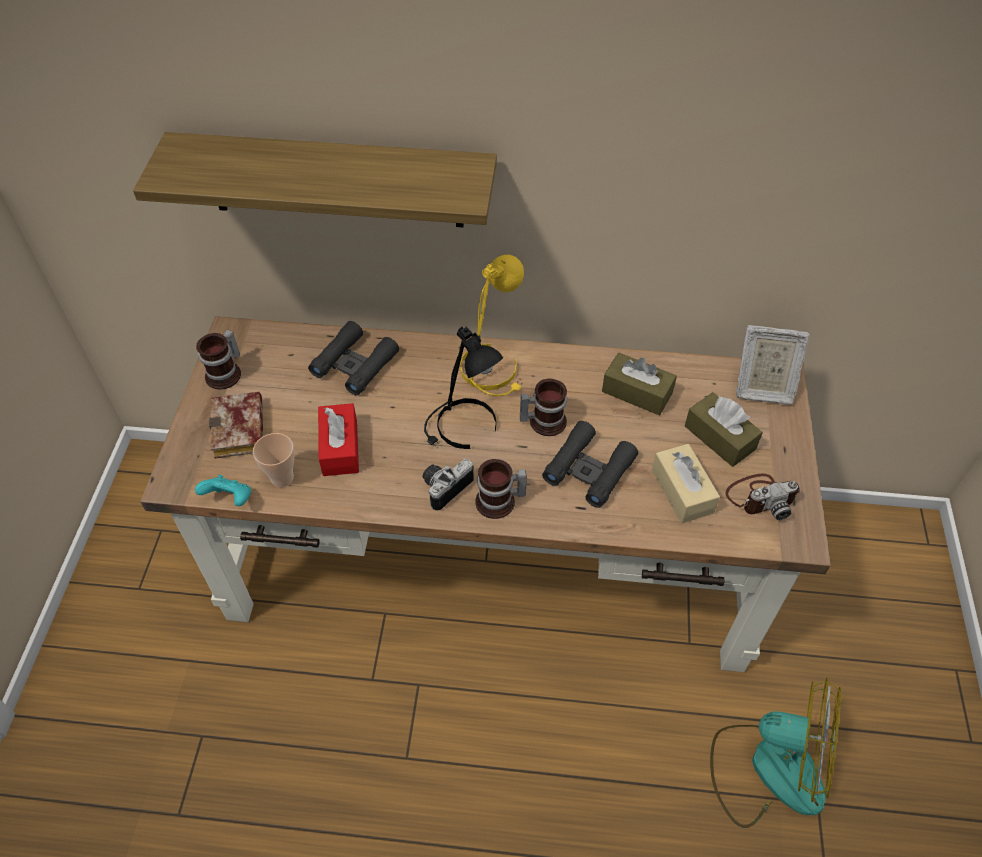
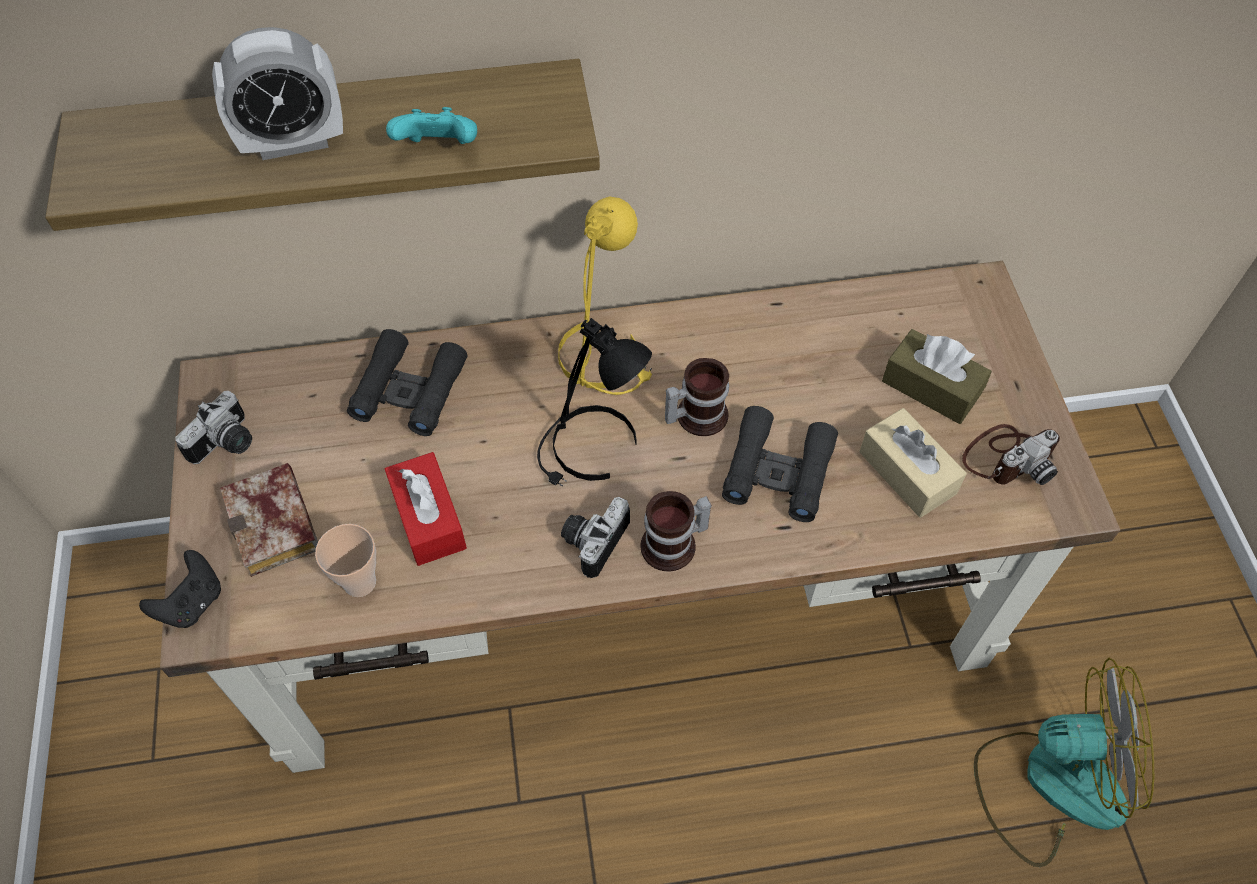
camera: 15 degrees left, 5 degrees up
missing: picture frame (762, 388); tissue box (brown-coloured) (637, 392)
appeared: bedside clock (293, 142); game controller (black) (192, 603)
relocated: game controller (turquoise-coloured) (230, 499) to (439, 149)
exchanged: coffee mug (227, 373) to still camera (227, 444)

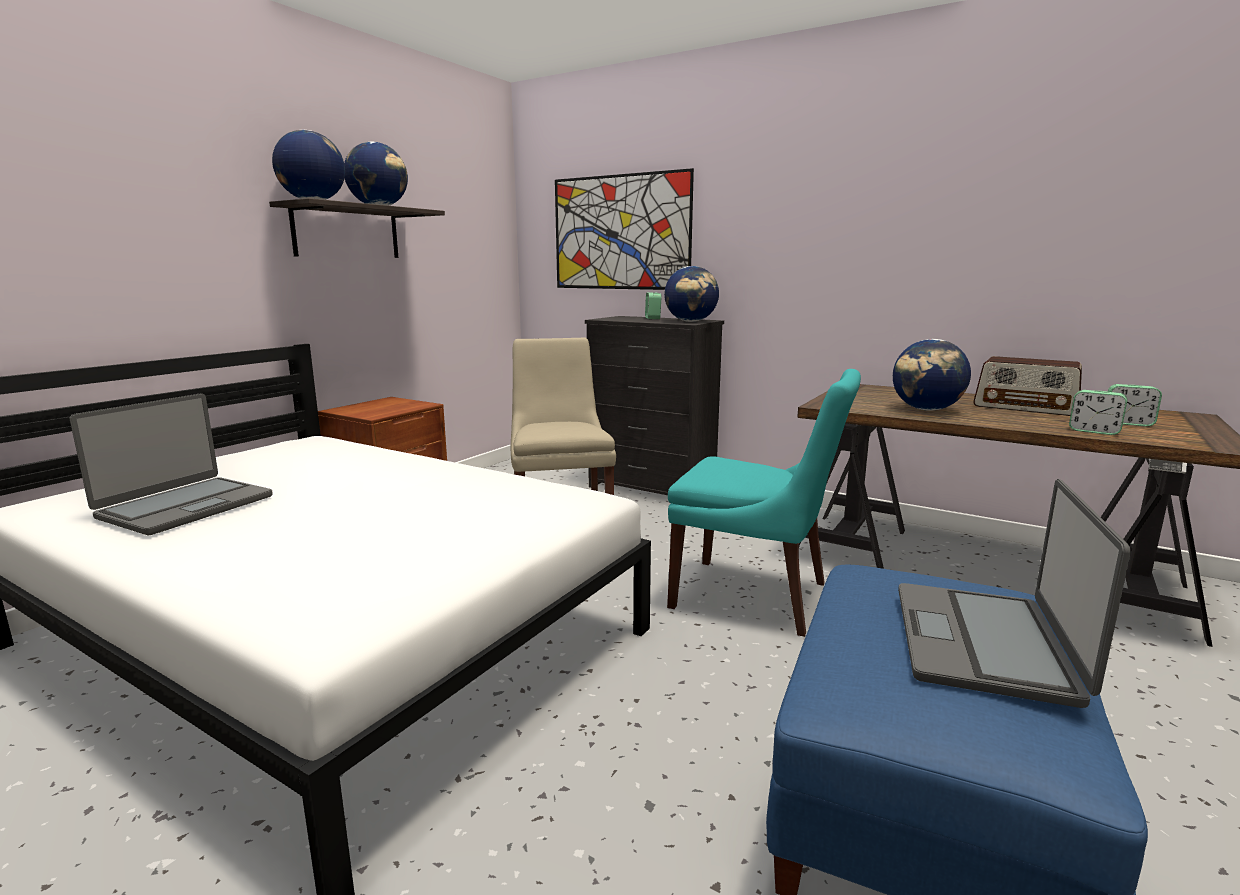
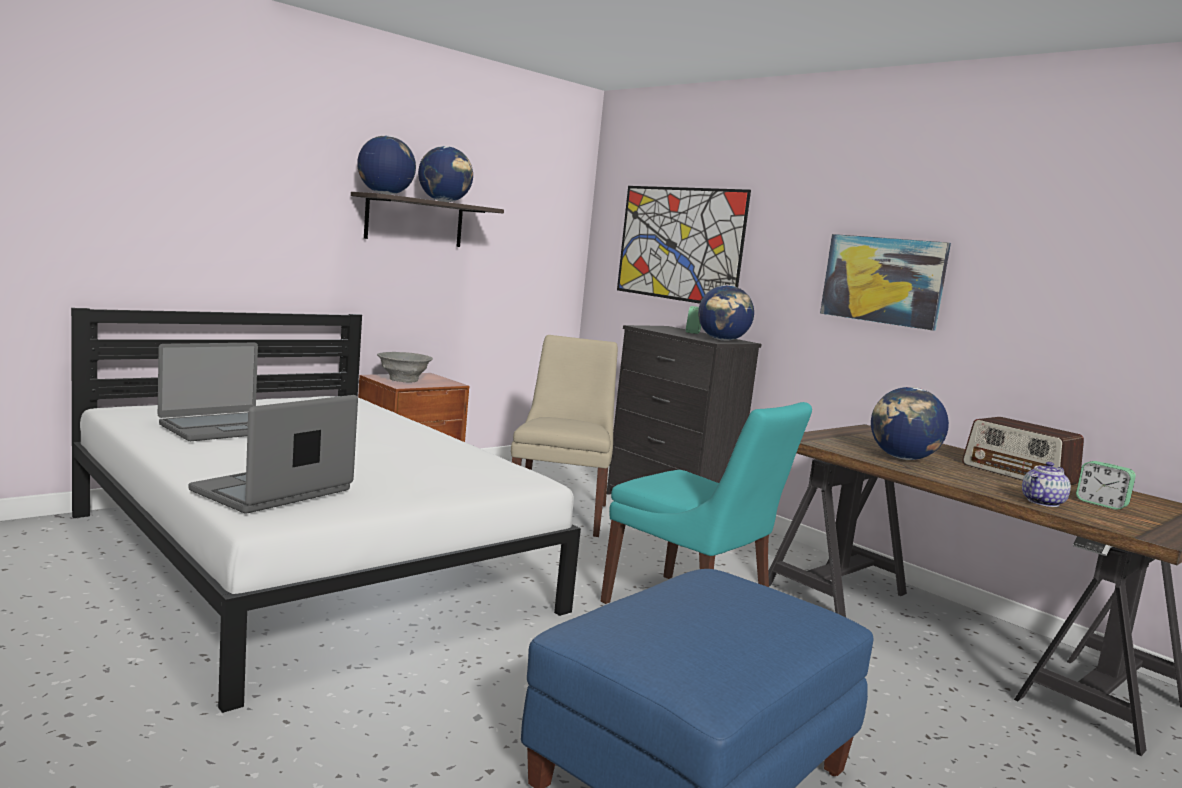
camera: 15 degrees right, 5 degrees down
appeared: picture (883, 280); deep dish (grey) (403, 380)
relocated: portable computer (985, 643) to (274, 491)
exchanged: bedside clock (1094, 431) to tea pot (1043, 502)

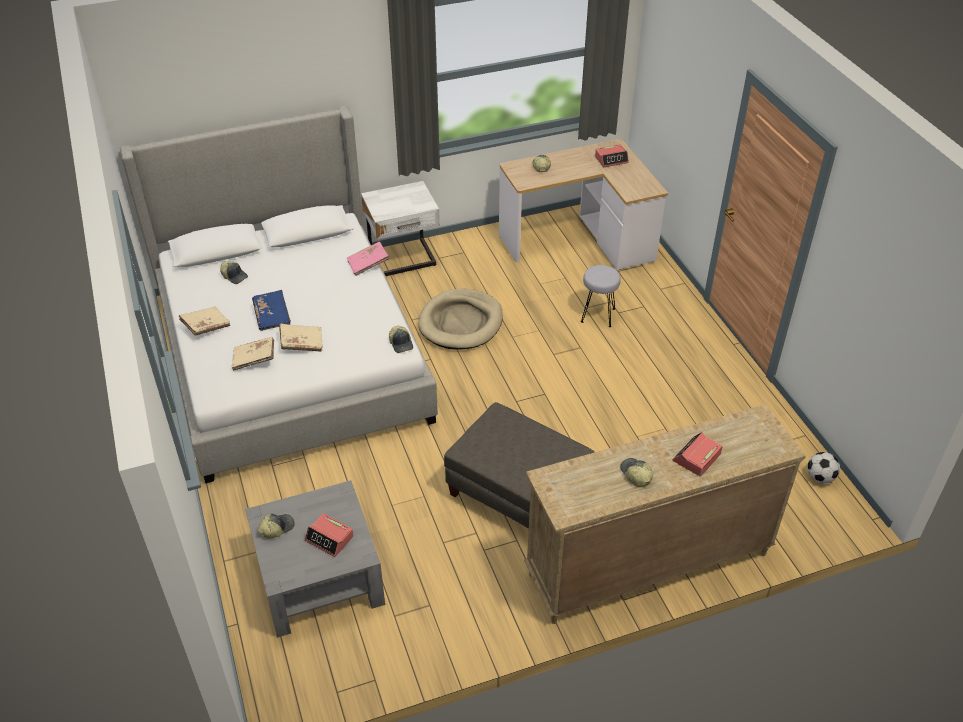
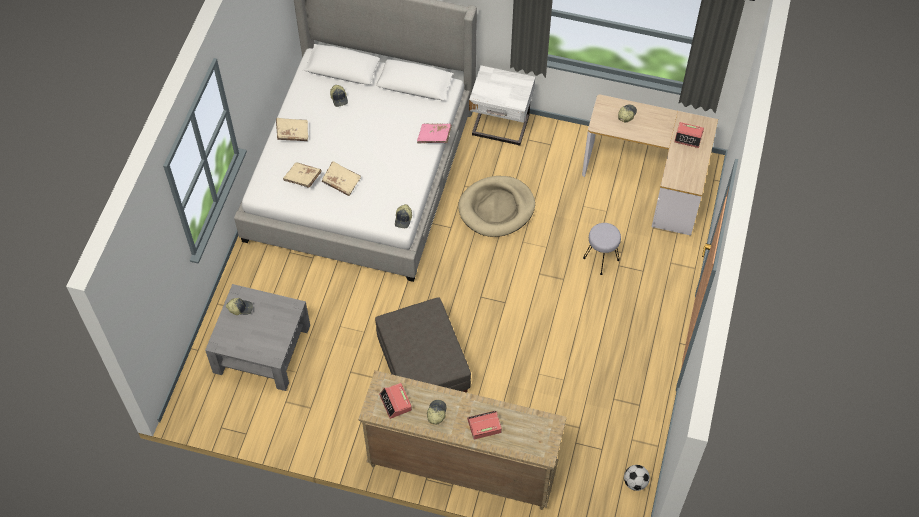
camera: 35 degrees right, 15 degrees up
missing: book (blue) (272, 316)
relocated: bedside clock (329, 538) to (395, 402)

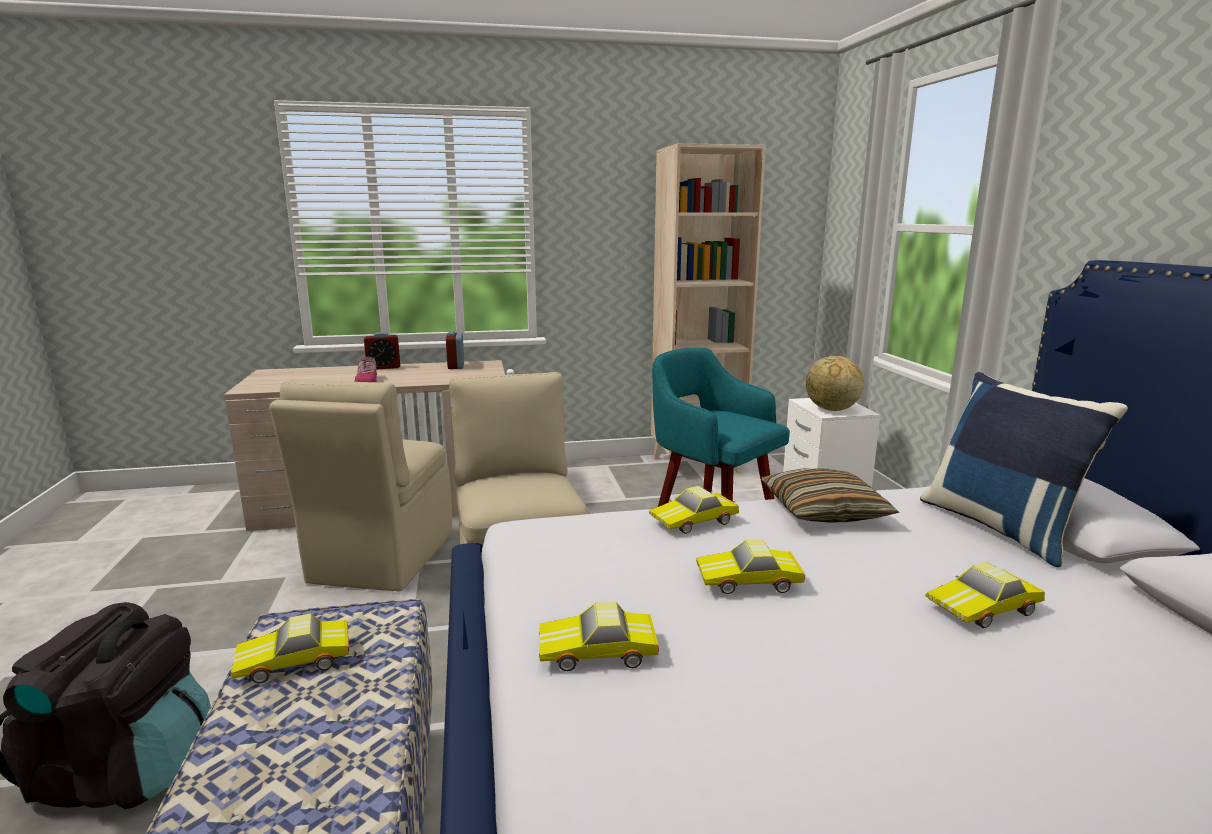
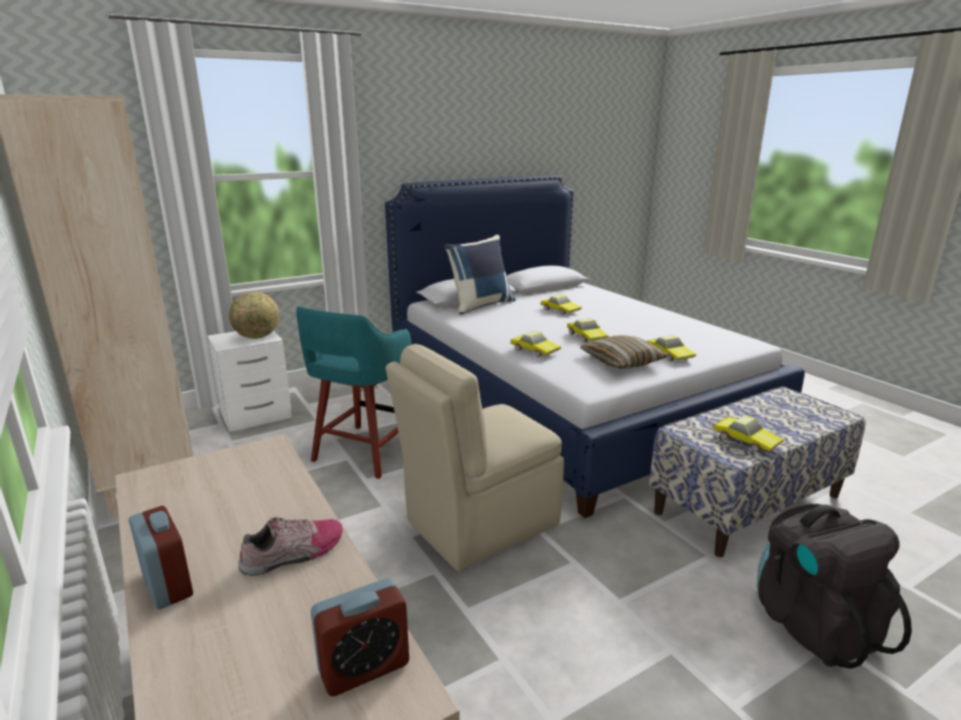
camera: 110 degrees left, 5 degrees up
missing: upright chair (beige-coloured) (381, 558)
relocated: bedside clock (456, 366) to (364, 667); throw pillow (823, 511) to (622, 361)

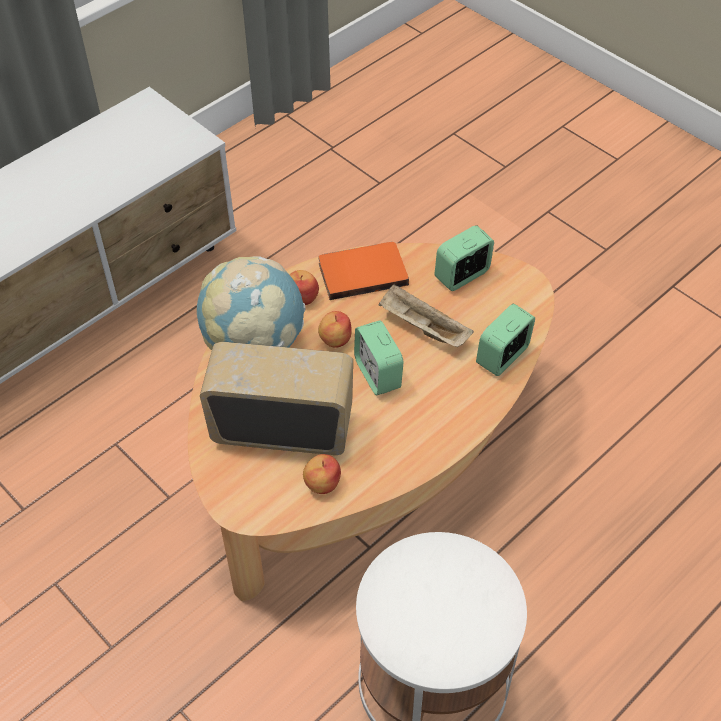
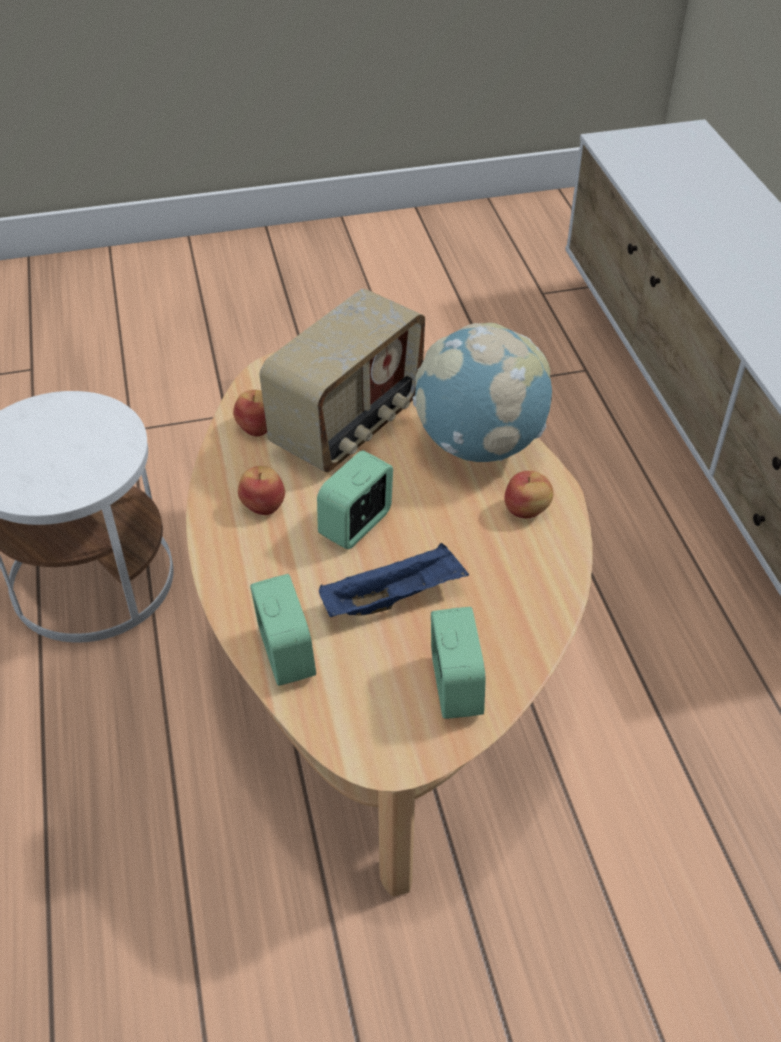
camera: 120 degrees right, 5 degrees down
missing: book (orangey) (362, 271)
relocated: apple fruit (335, 339) to (263, 504)
colour: carrying tray (beige-coloured) (422, 328) to carrying tray (blue) (394, 597)
spun: bedside clock (378, 374) = (356, 525) 60 degrees counterclockwise

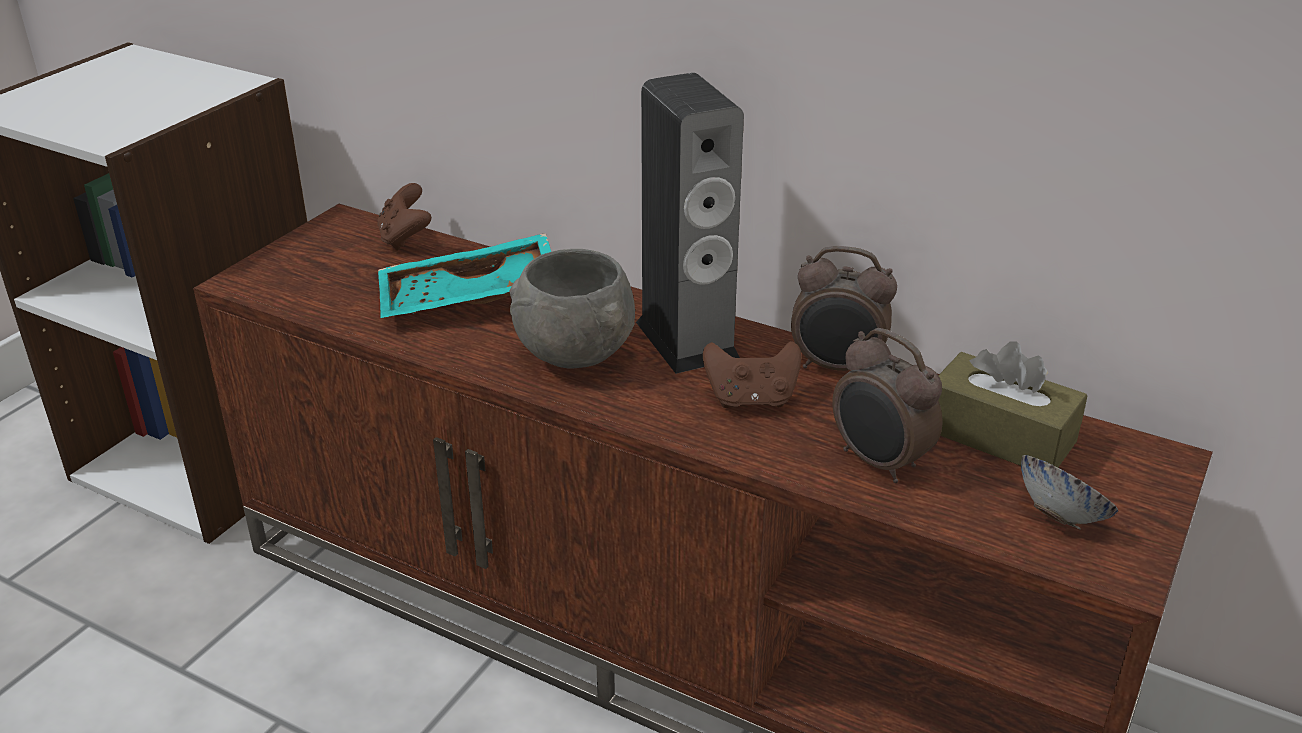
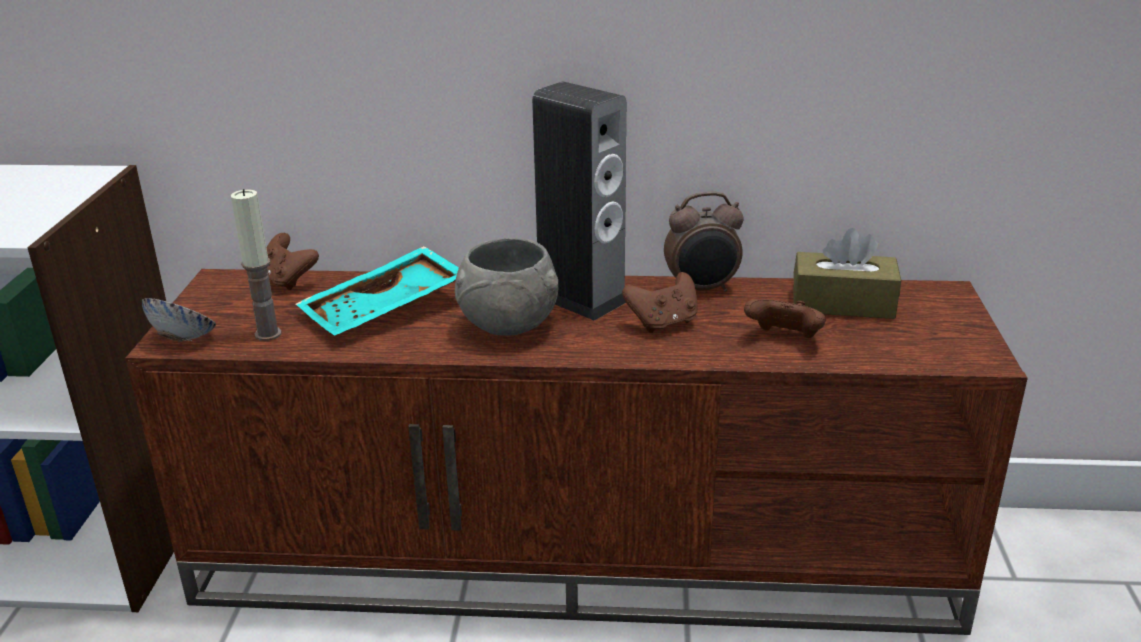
camera: 25 degrees left, 5 degrees down
appeared: wax light (268, 334)
relocated: deep dish (1060, 517) to (183, 339)
exchanged: bedside clock (878, 463) to game controller (brown-coloured) (784, 339)

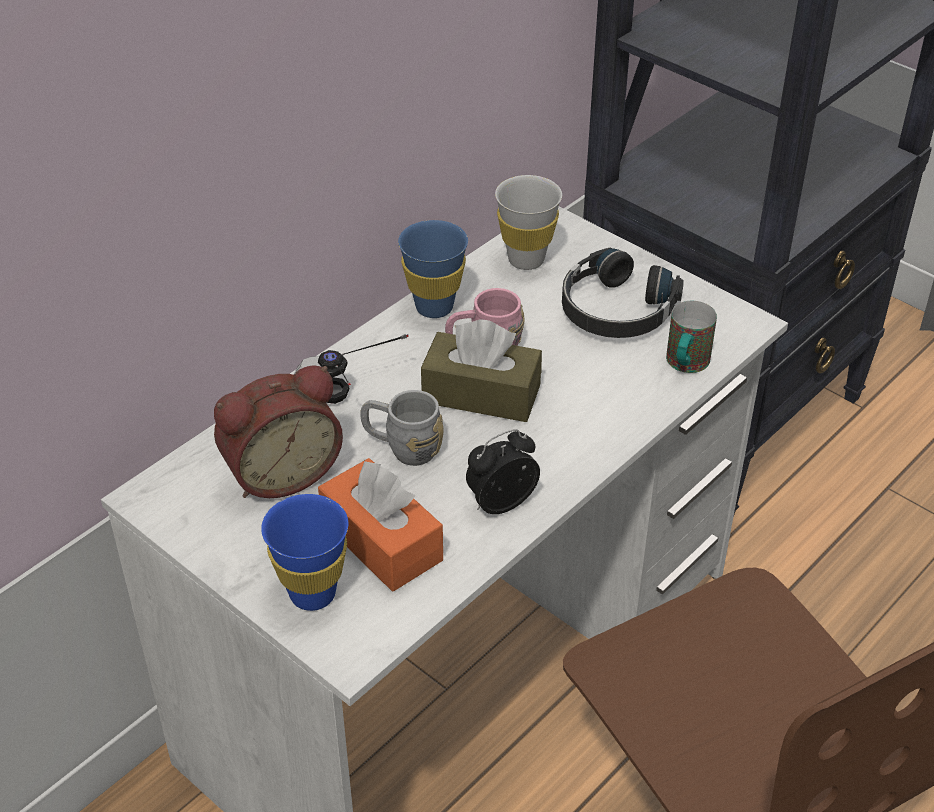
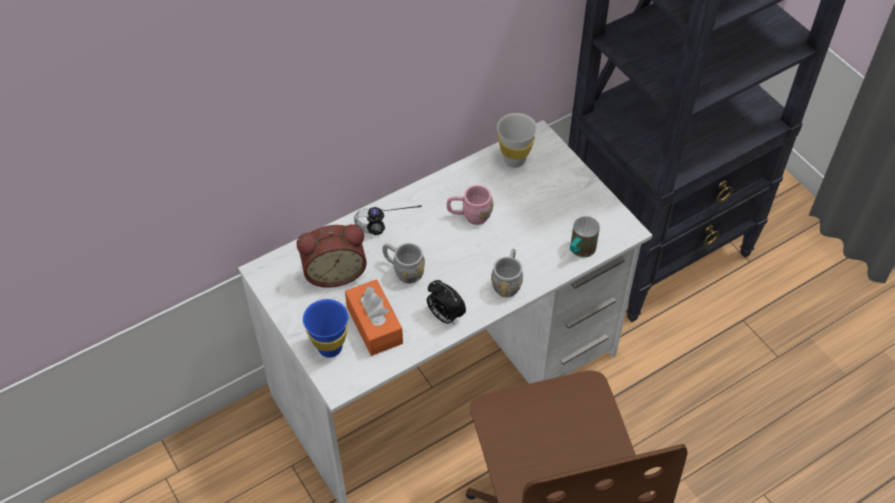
camera: 15 degrees right, 10 degrees up
missing: cup (blue) (434, 307); pair of headphones (black) (615, 310); tissue box (brown-coloured) (481, 394)
appeared: coffee mug (grey) (508, 282)
spun: bedside clock (501, 502) = (445, 316) 120 degrees counterclockwise

